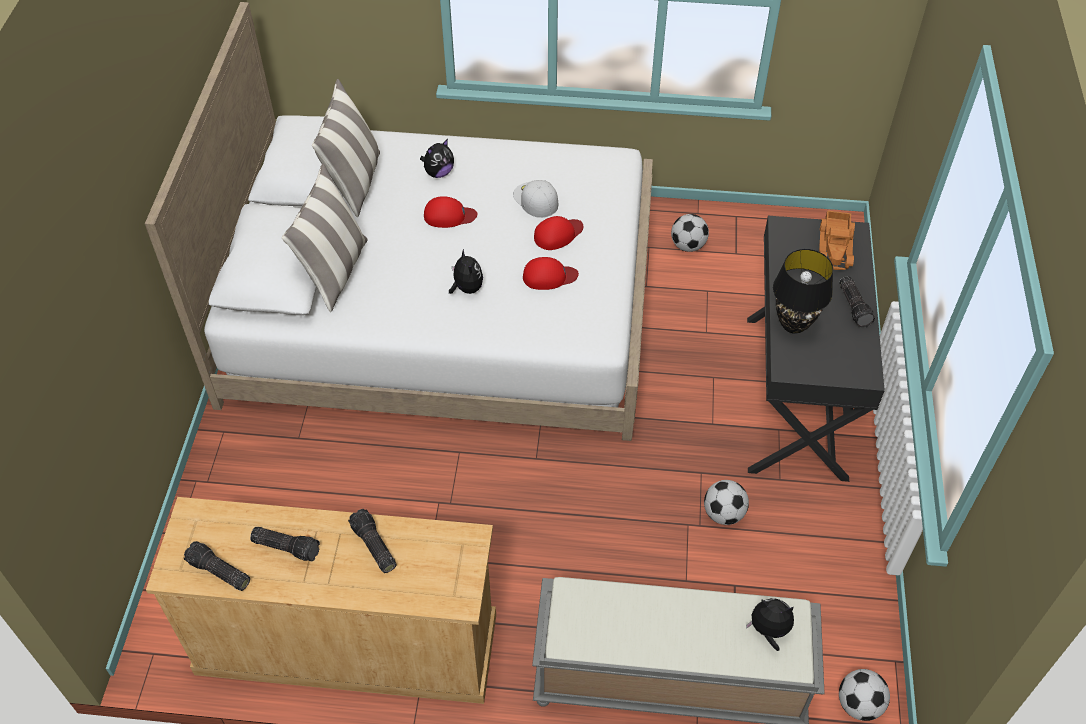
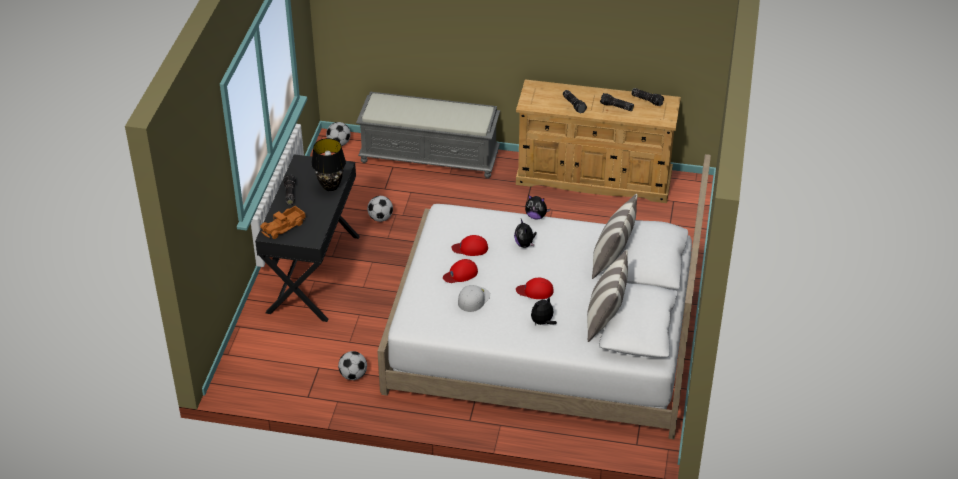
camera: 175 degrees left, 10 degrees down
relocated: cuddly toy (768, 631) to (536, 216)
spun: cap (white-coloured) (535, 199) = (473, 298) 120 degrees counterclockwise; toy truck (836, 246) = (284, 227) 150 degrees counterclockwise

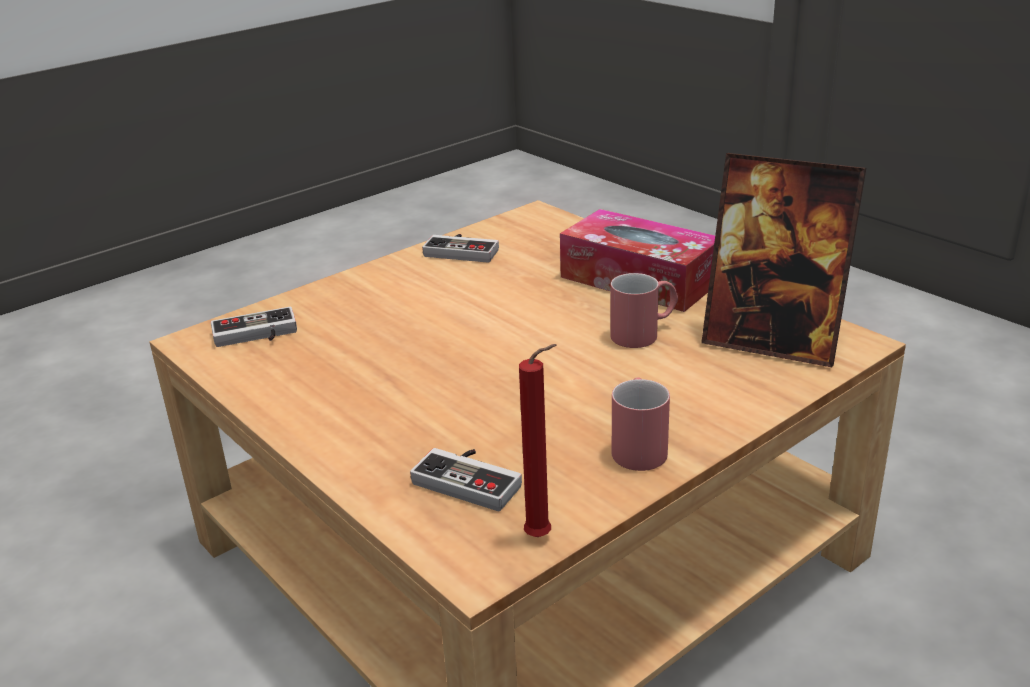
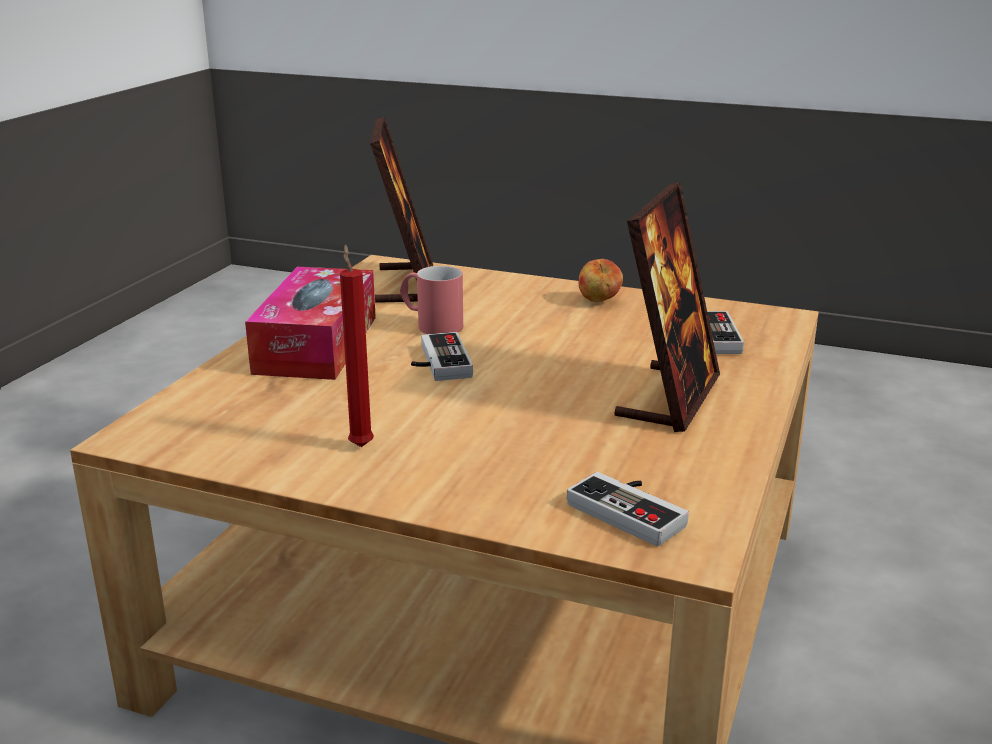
camera: 120 degrees left, 5 degrees down
appeared: picture frame (668, 397)
relocated: game controller (463, 250) to (437, 362); wax light (red) (542, 537) to (360, 445)
exchanged: coffee mug (red) (638, 445) to apple fruit (599, 301)

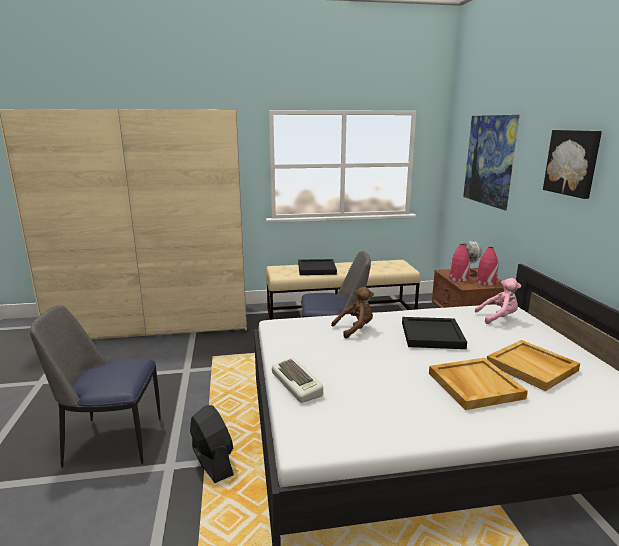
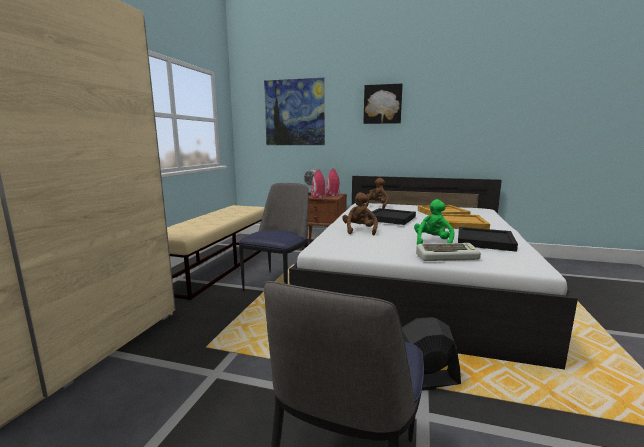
camera: 65 degrees left, 5 degrees down
appeared: cuddly toy (green) (432, 243)
relocated: carrying tray (black) (316, 269) to (484, 241)
colour: cuddly toy (pink-coloured) (498, 318) to cuddly toy (brown-coloured) (377, 206)

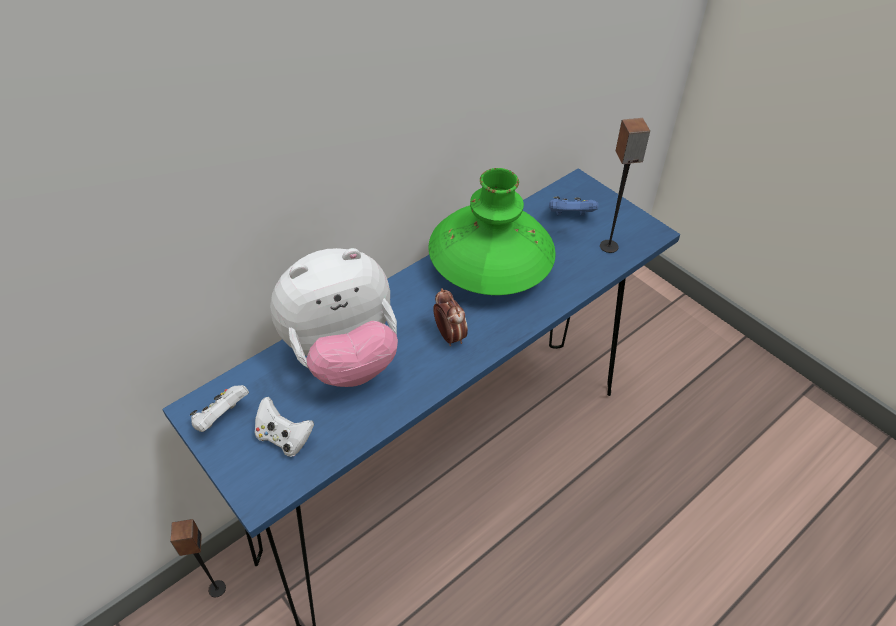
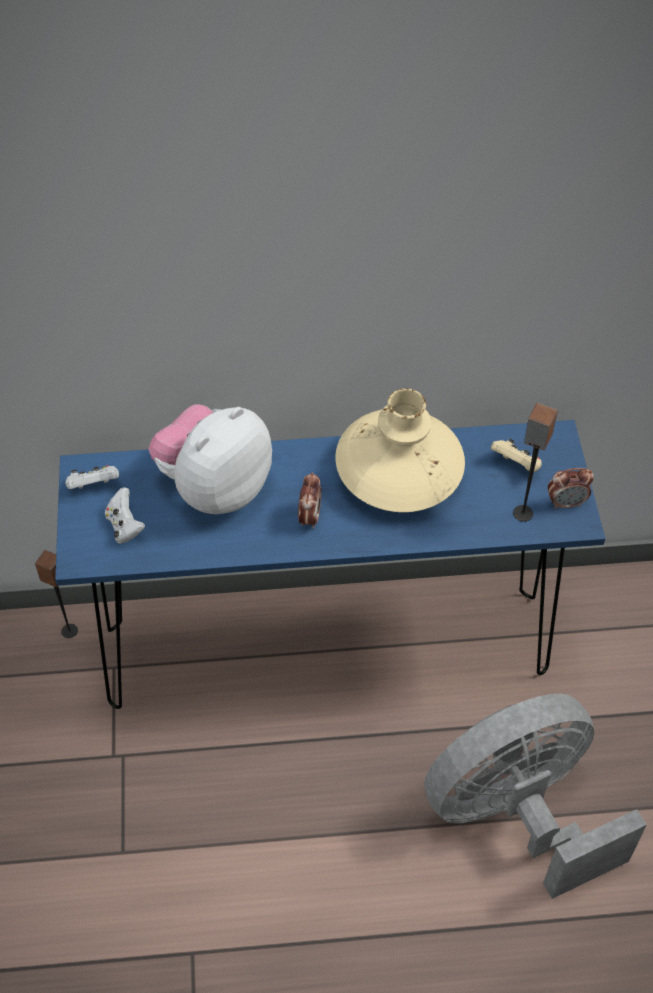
camera: 35 degrees right, 5 degrees up
appeared: bedside clock (566, 503); fan (grey) (517, 814)
colour: flower vase (green) (490, 266) to flower vase (beige-coloured) (399, 474); game controller (blue) (570, 216) to game controller (beige-coloured) (516, 465)
spun: cuddly toy (344, 356) = (215, 487) 120 degrees clockwise

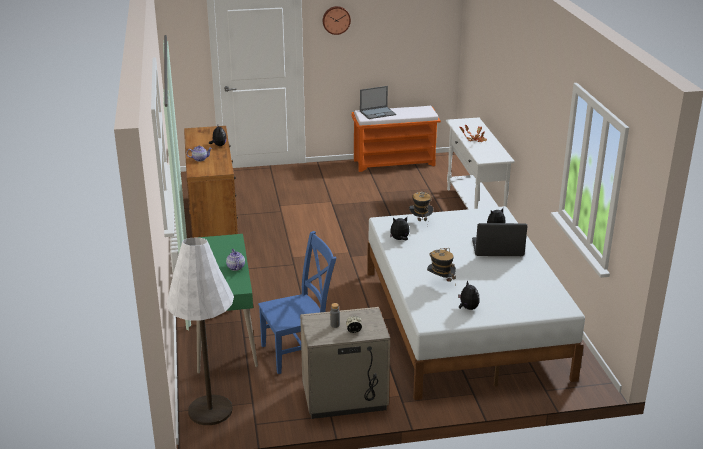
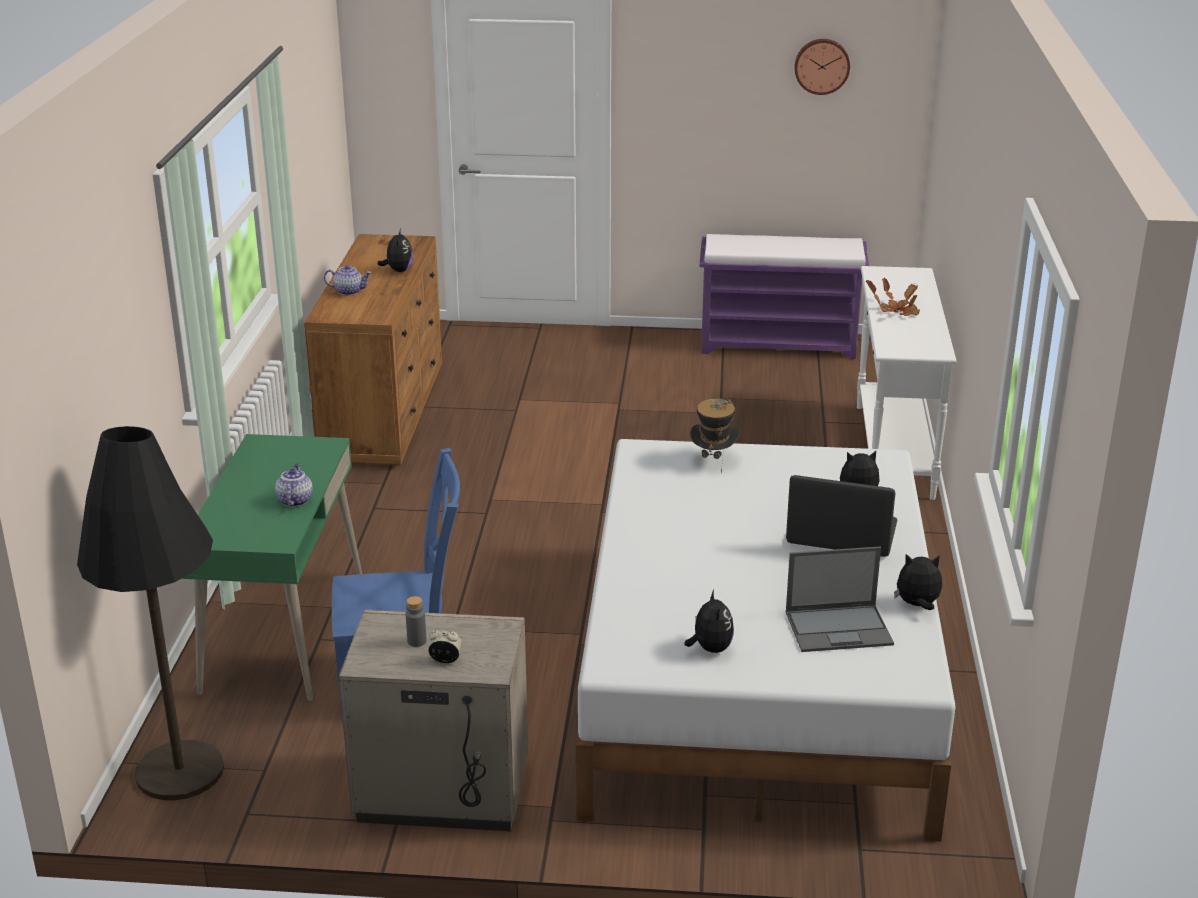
camera: 15 degrees right, 0 degrees up
missing: clothing hat (440, 283)
relocated: wall clock (336, 20) to (822, 66); portable computer (378, 113) to (839, 628); cuddly toy (399, 239) to (917, 605)
colour: bench (orangey) (395, 162) to bench (purple-coloured) (779, 344); standing lamp (white-coloured) (210, 410) to standing lamp (black) (180, 771)

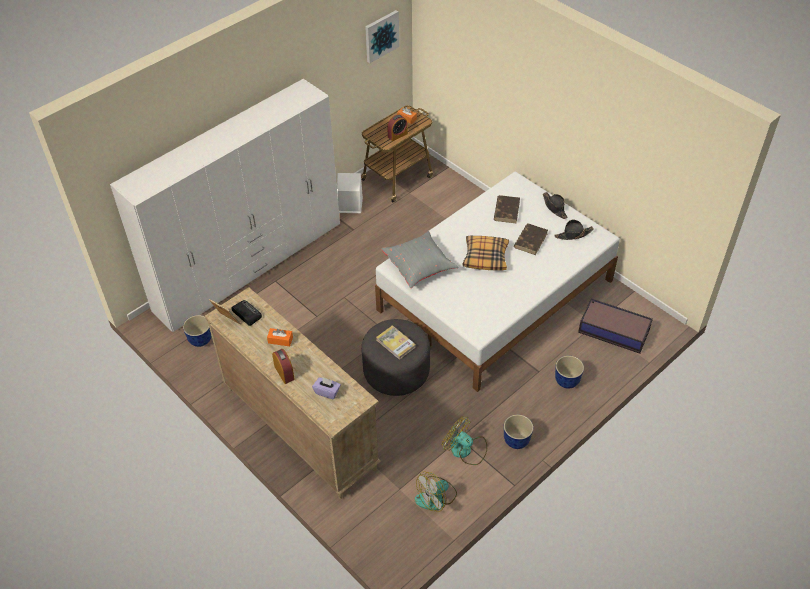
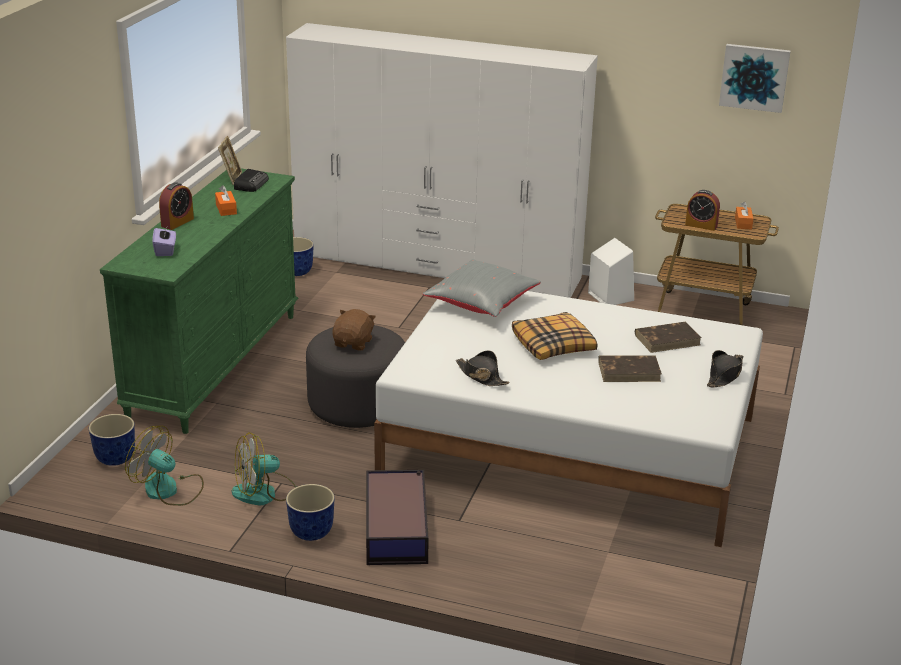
camera: 60 degrees right, 20 degrees down
relocated: clothing hat (black) (573, 234) to (481, 376); storage bin (613, 330) to (397, 527); flower pot (566, 381) to (114, 458)
exchanged: book (395, 343) to cuddly toy (brown-coloured) (353, 343)
colour: chest of drawers (beige-coloured) (299, 427) to chest of drawers (green) (216, 365)
spun: fan (465, 450) = (264, 493) 120 degrees counterclockwise

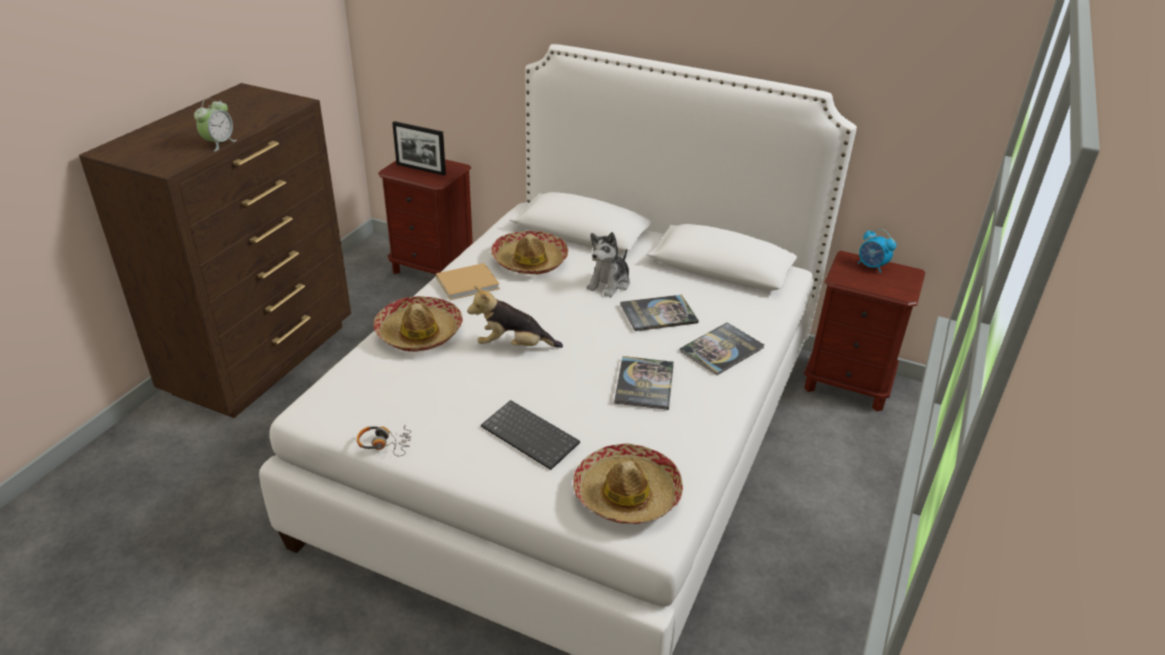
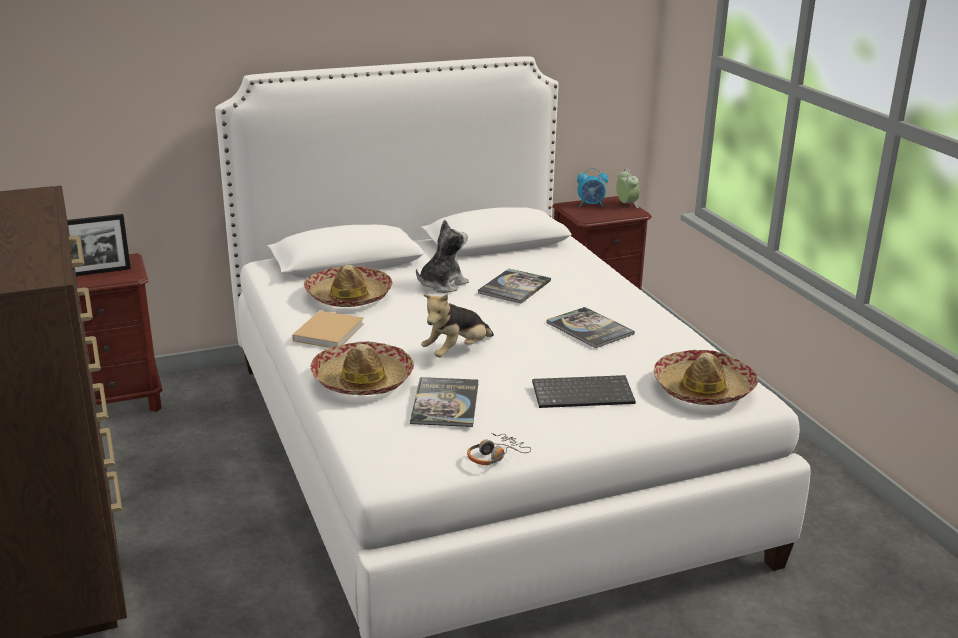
camera: 45 degrees left, 10 degrees down
relocated: bedside clock (219, 144) to (626, 204); book (721, 349) to (445, 403)
spun: cuddly toy (609, 284) = (442, 285) 120 degrees counterclockwise

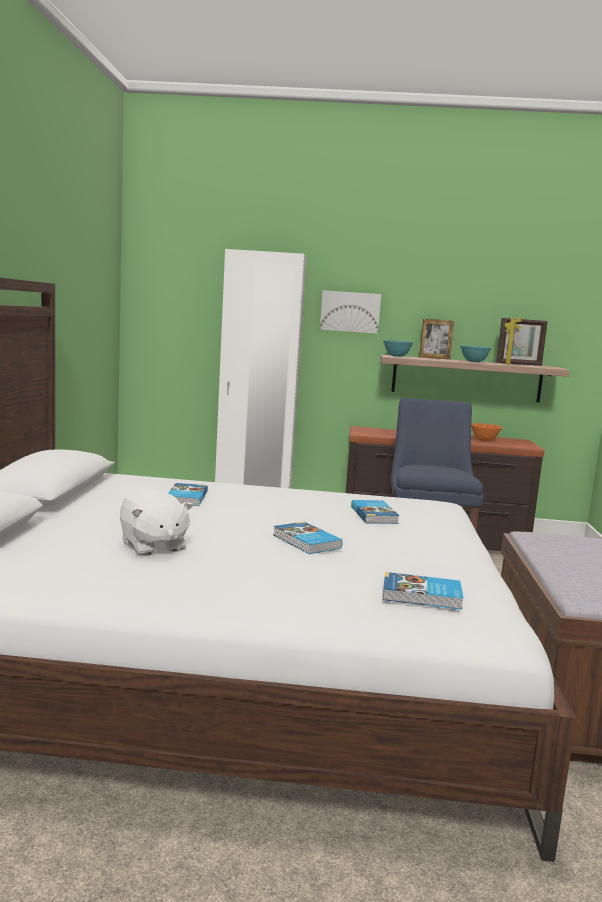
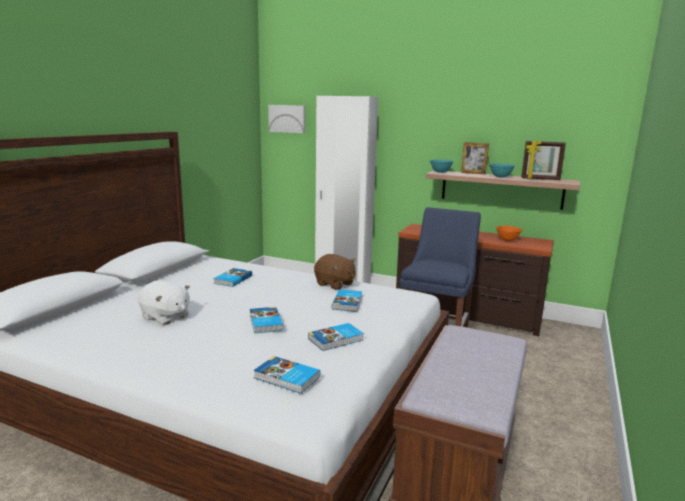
camera: 20 degrees right, 5 degrees up
appeared: cuddly toy (brown-coloured) (334, 284); book (336, 339)
relocated: picture (350, 312) to (287, 118)
spun: cuddly toy (white-coloured) (152, 546) = (165, 317) 45 degrees counterclockwise

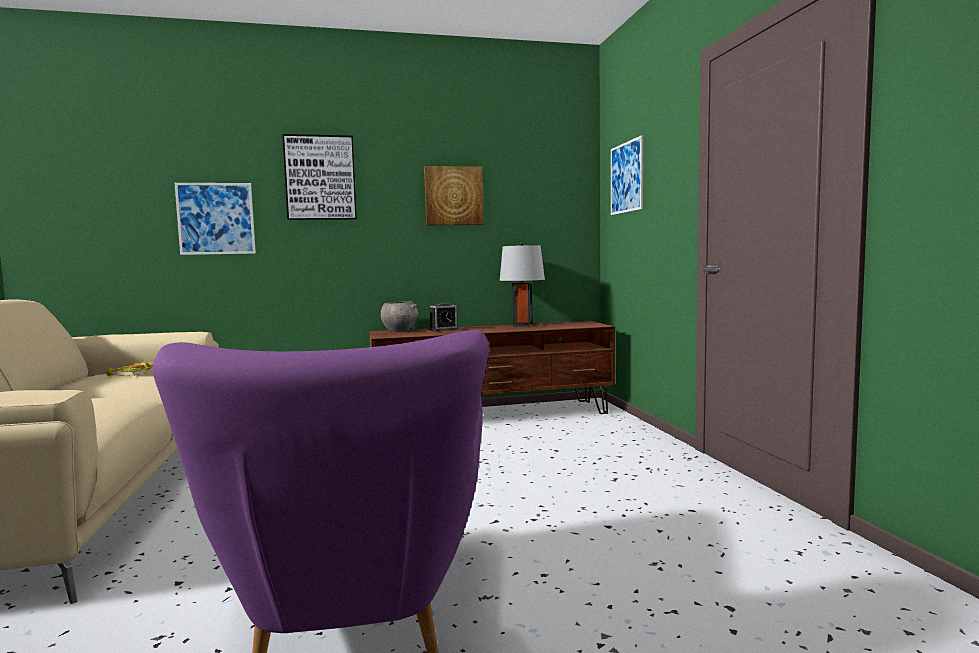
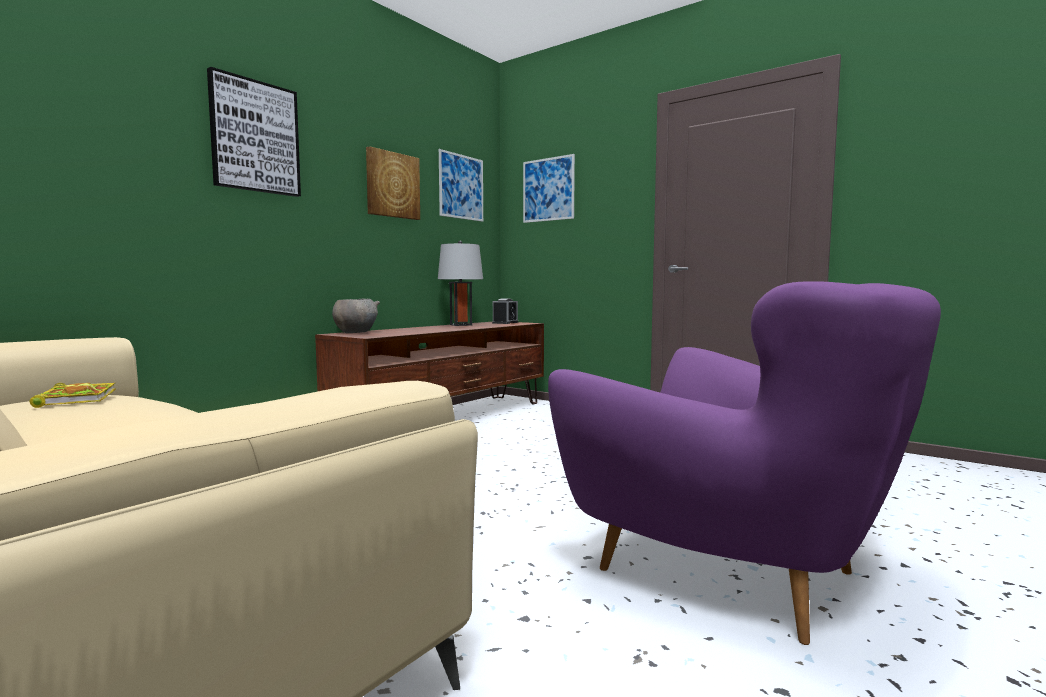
camera: 40 degrees left, 0 degrees up
relocated: picture (216, 218) to (461, 187); bedside clock (443, 329) to (505, 323)

